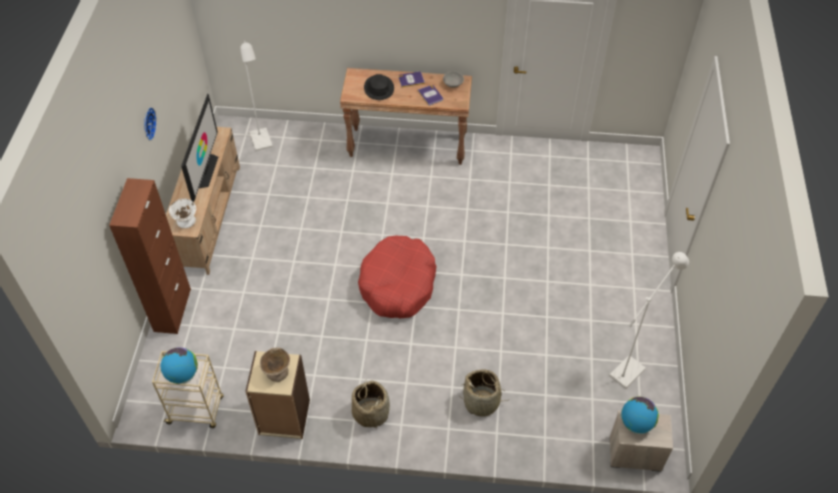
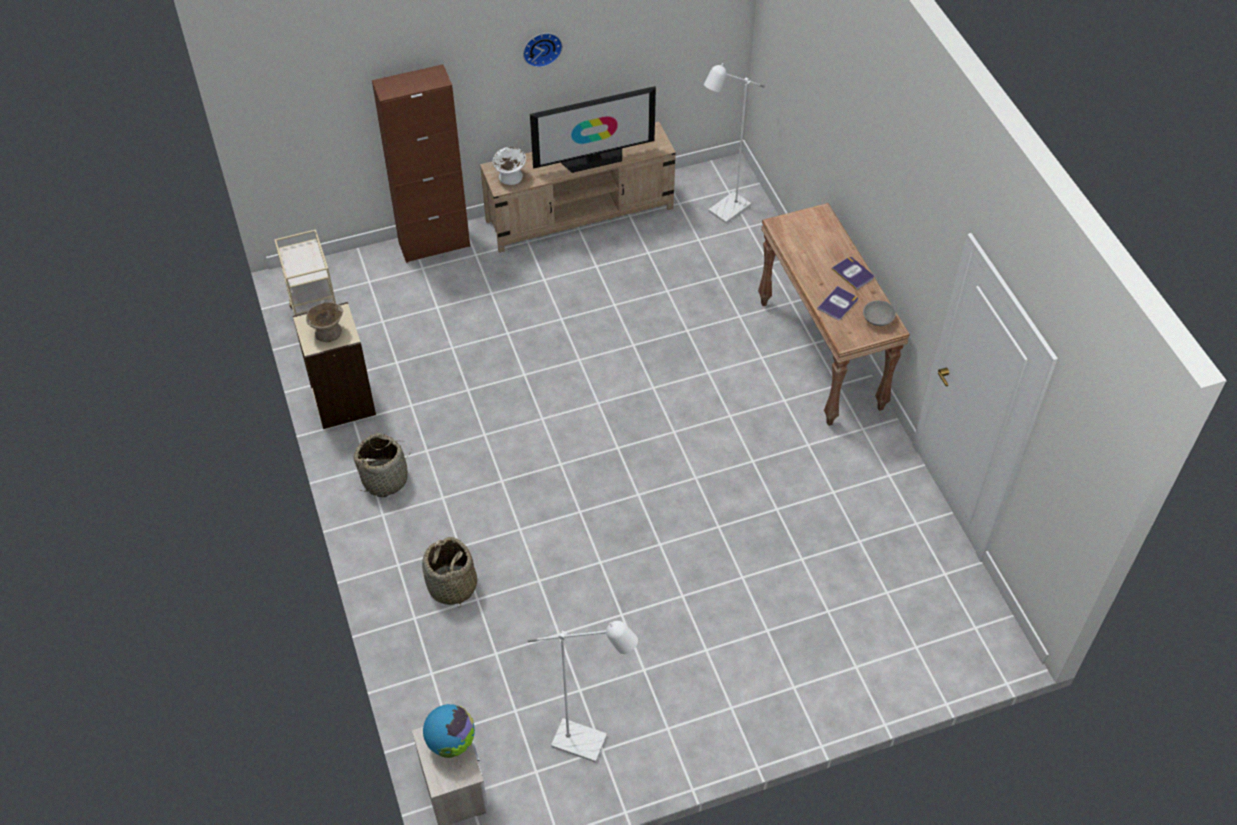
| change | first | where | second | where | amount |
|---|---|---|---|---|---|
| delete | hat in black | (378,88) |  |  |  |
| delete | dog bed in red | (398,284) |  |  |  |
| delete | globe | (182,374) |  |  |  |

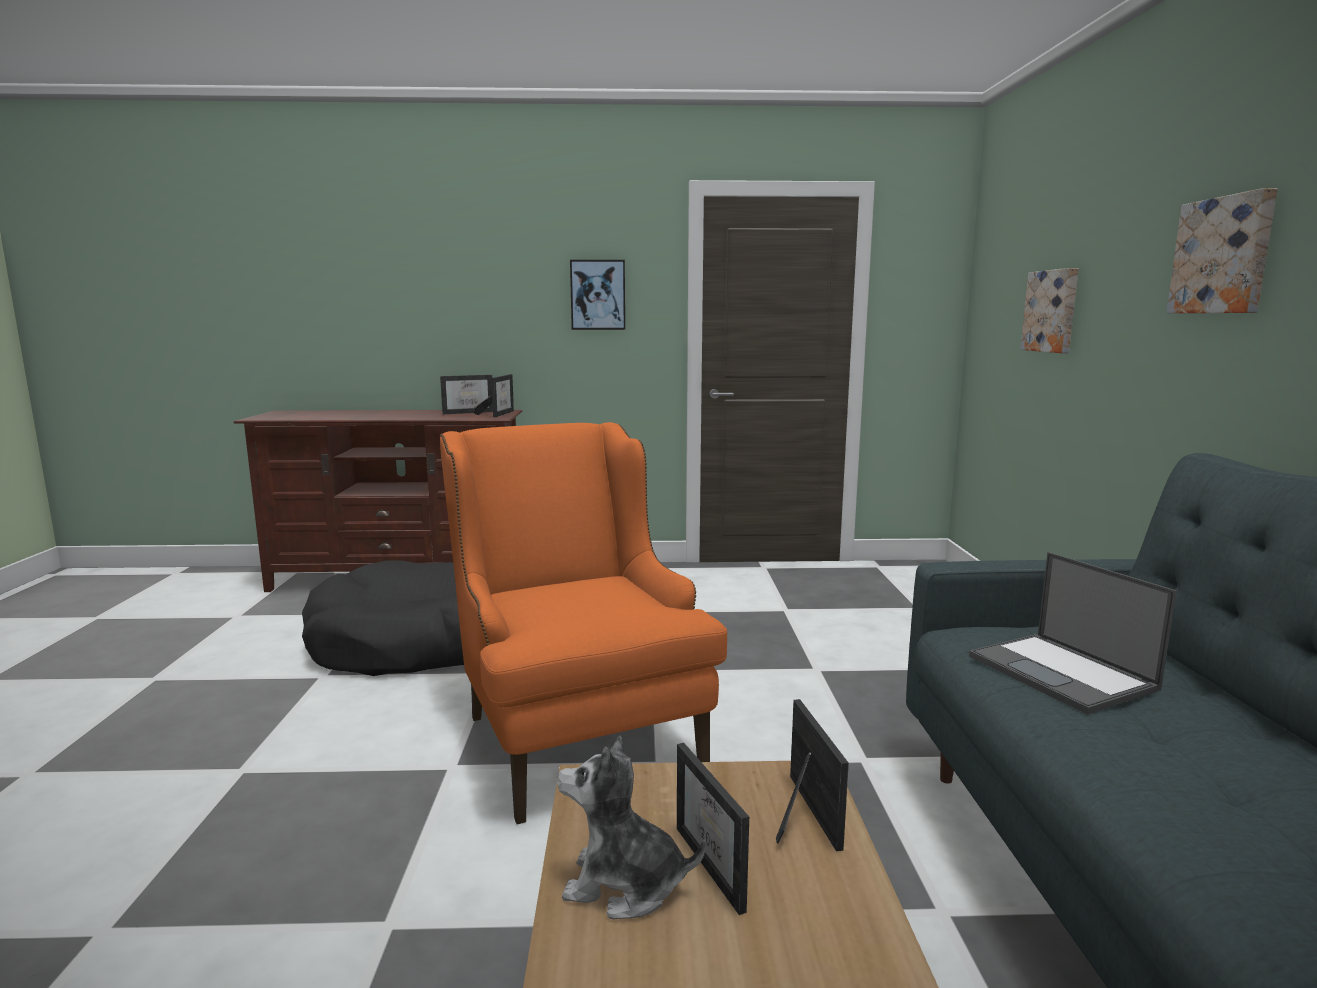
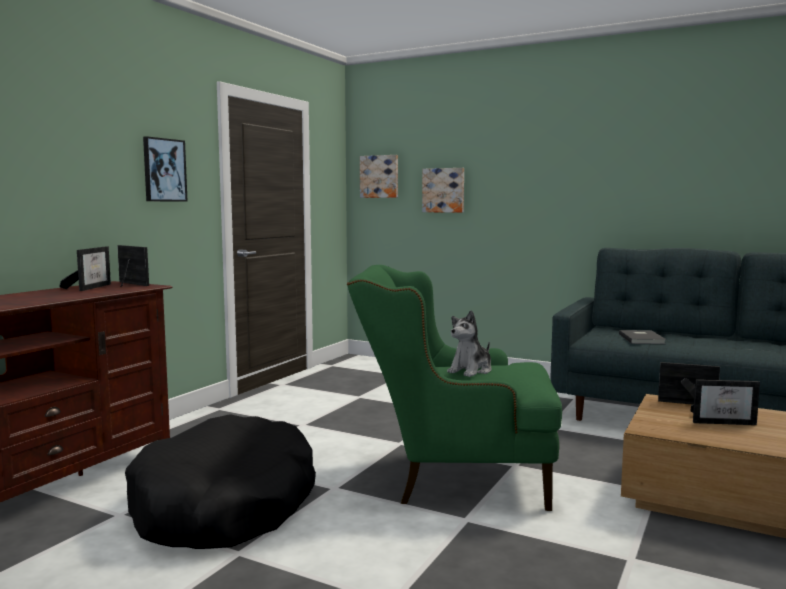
| change | first | where | second | where | amount |
|---|---|---|---|---|---|
| move | picture | (1224,255) |  | (380,176) |  |
| recolor | armchair in orange | (574,730) | armchair in green | (454,477) |  |
| replace | laptop | (1063,673) | book in grey | (642,339) |  |
| move | plush toy | (624,885) |  | (471,371) |  |

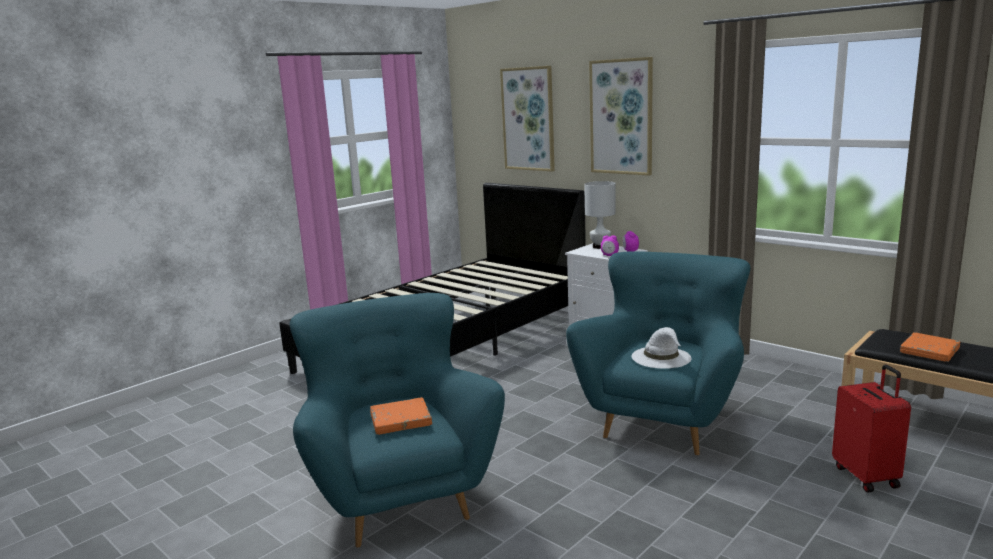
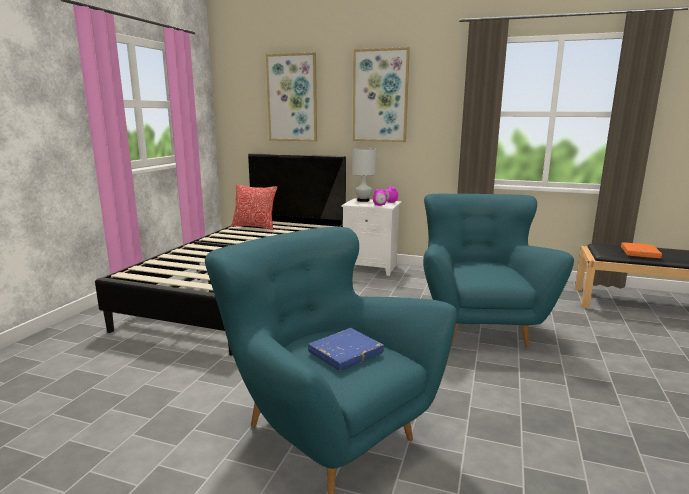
| change | first | where | second | where | amount |
|---|---|---|---|---|---|
| delete | hat in white | (662,357) |  |  |  |
| delete | suitcase in red | (867,476) |  |  |  |
| recolor | book in orange | (401,420) | book in blue | (345,353) |  |
| insert |  |  | pillow | (254,227) |  |

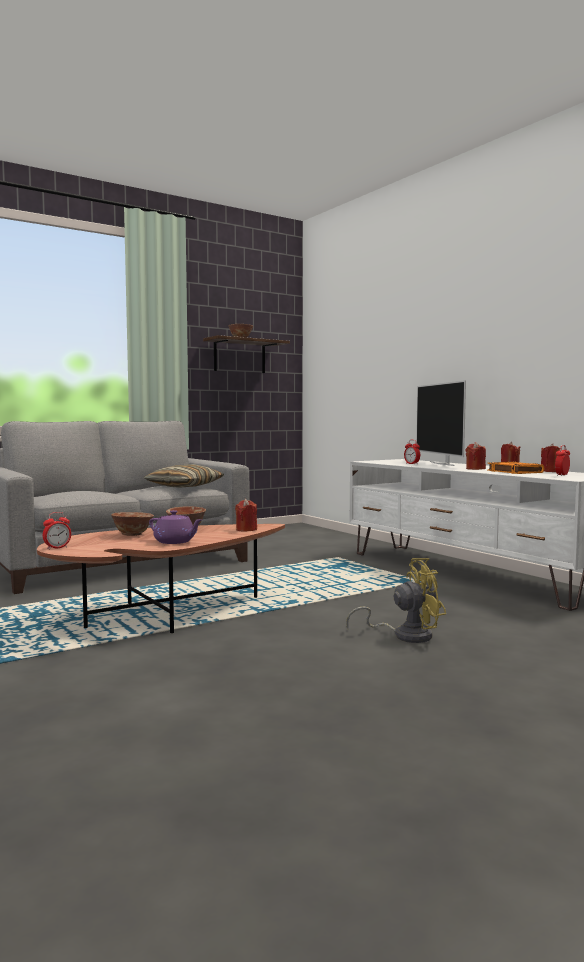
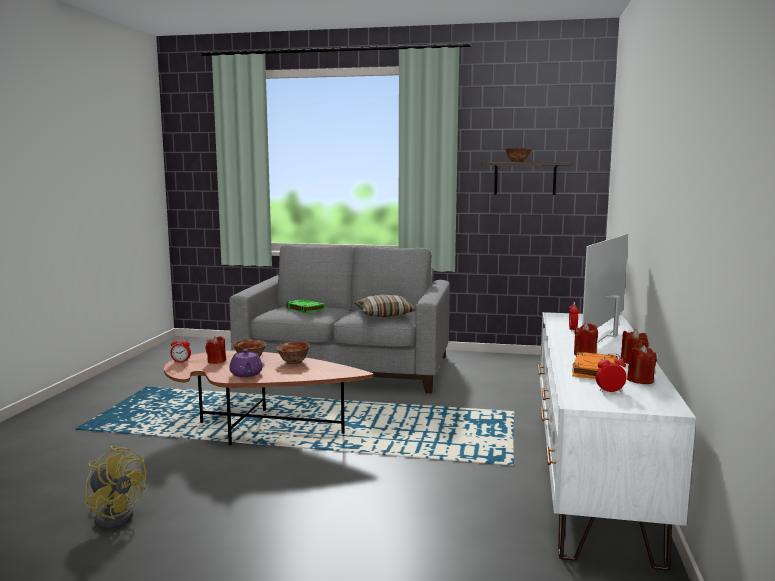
| change | first | where | second | where | amount |
|---|---|---|---|---|---|
| move | candle in red | (246,529) |  | (216,361) |  |
| move | fan in yellow | (405,635) |  | (116,515) |  |
| insert |  |  | book in green | (304,309) |  |

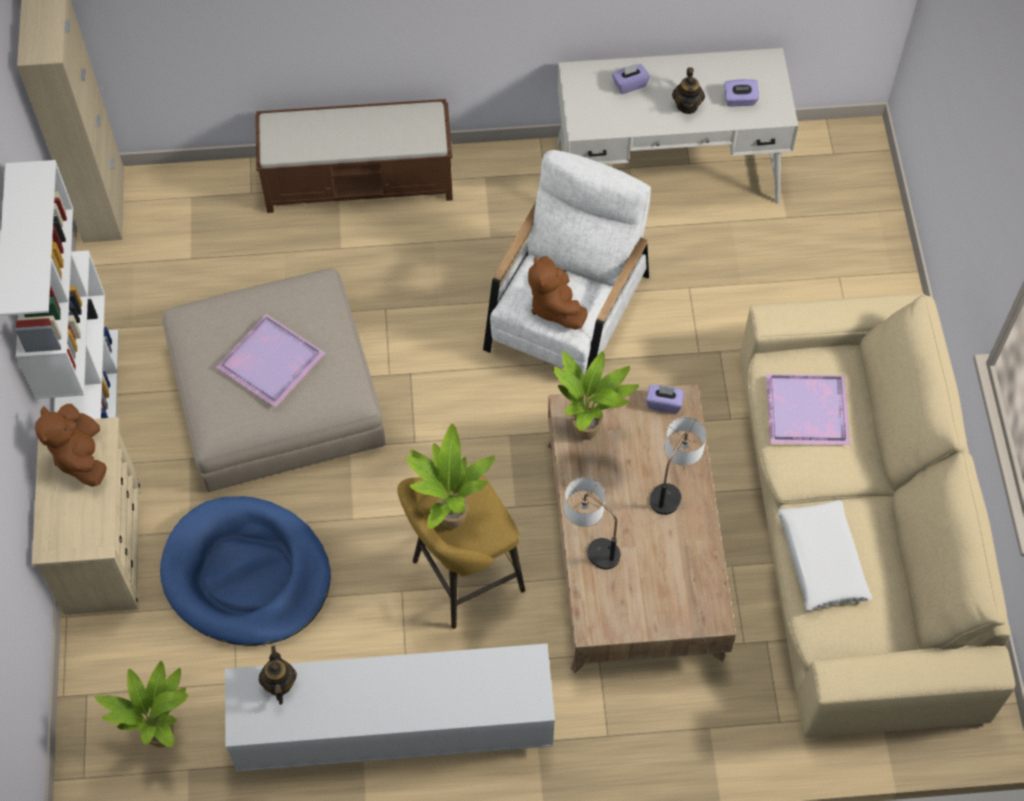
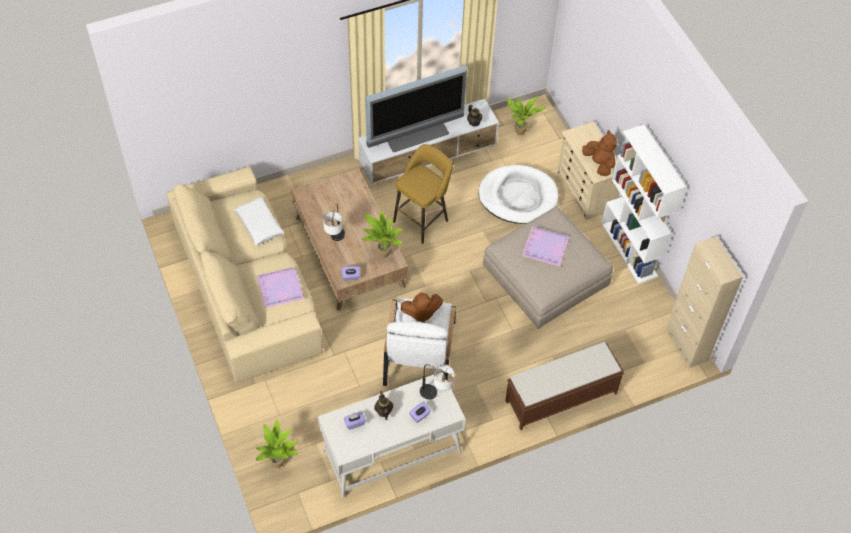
| change | first | where | second | where | amount |
|---|---|---|---|---|---|
| rotate | plush toy in brown | (554,306) |  | (421,313) | 120 degrees clockwise |
| move | potted plant | (449,518) |  | (279,463) |  |
| move | table lamp | (591,543) |  | (436,395) |  |
| recolor | dog bed in blue | (247,574) | dog bed in white | (518,197) |  |
| insert |  |  | television | (416,133) |  |

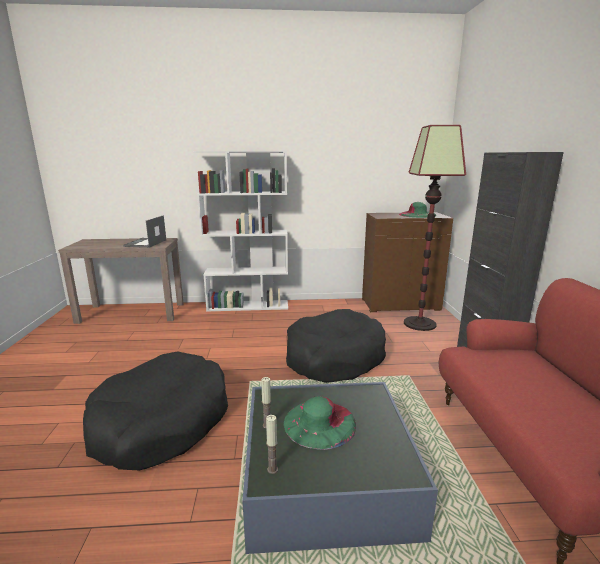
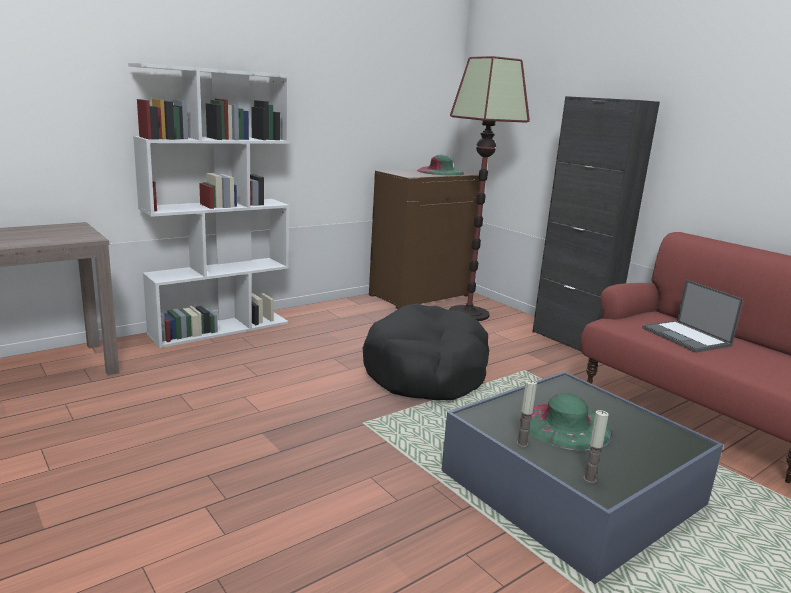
| change | first | where | second | where | amount |
|---|---|---|---|---|---|
| move | laptop | (145,243) |  | (687,337) |  |
| delete | dog bed in black | (161,422) |  |  |  |

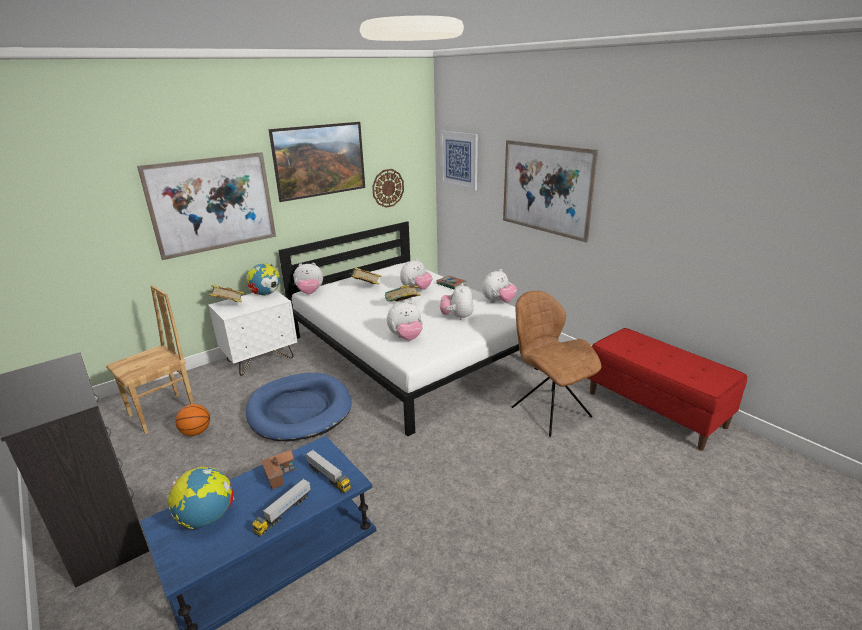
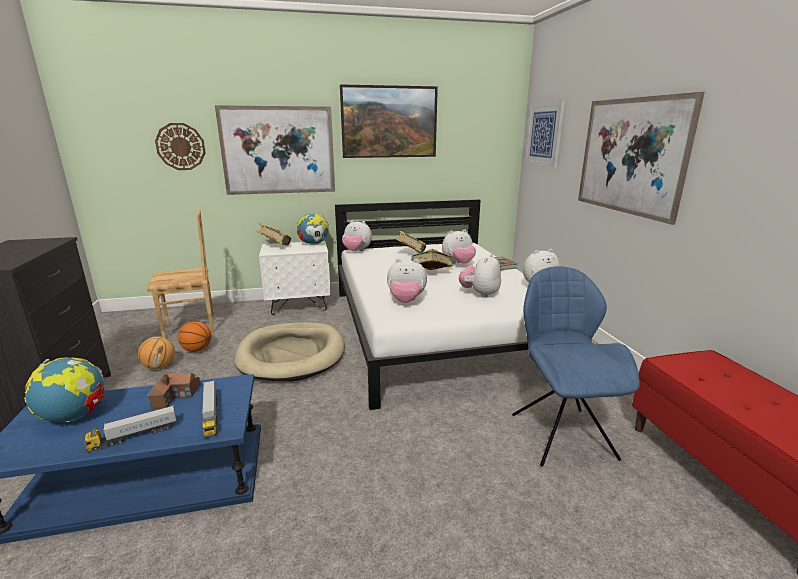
| change | first | where | second | where | amount |
|---|---|---|---|---|---|
| move | wall clock | (388,188) |  | (180,146) |  |
| recolor | chair in brown | (549,410) | chair in blue | (560,433) |  |
| recolor | dog bed in blue | (299,410) | dog bed in beige | (292,355) |  |
| insert |  |  | basketball | (160,366) |  |

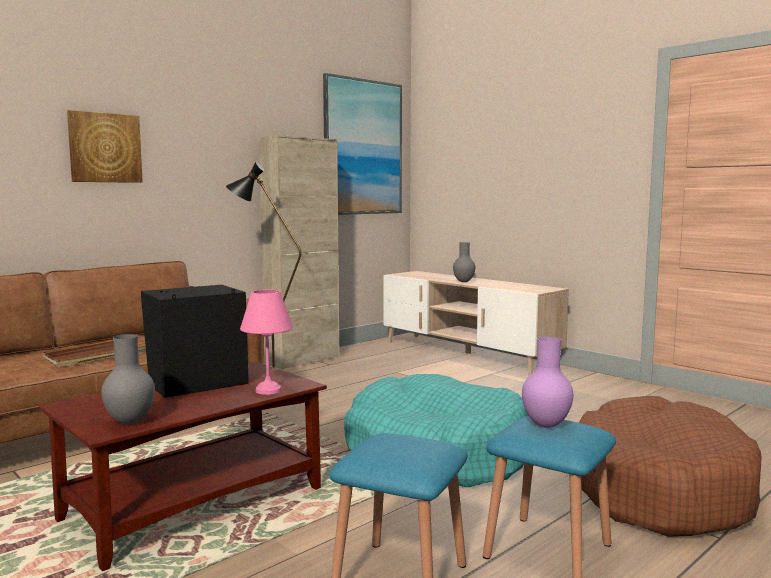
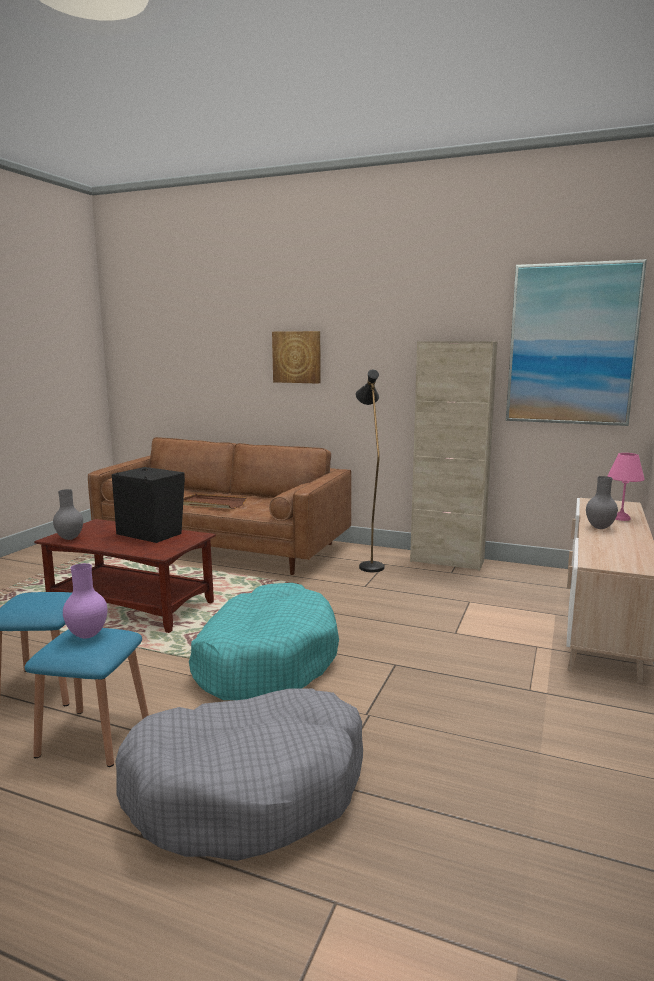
| change | first | where | second | where | amount |
|---|---|---|---|---|---|
| move | table lamp in pink | (268,391) |  | (620,518) |  |
| recolor | dog bed in brown | (657,488) | dog bed in grey | (248,789) |  |

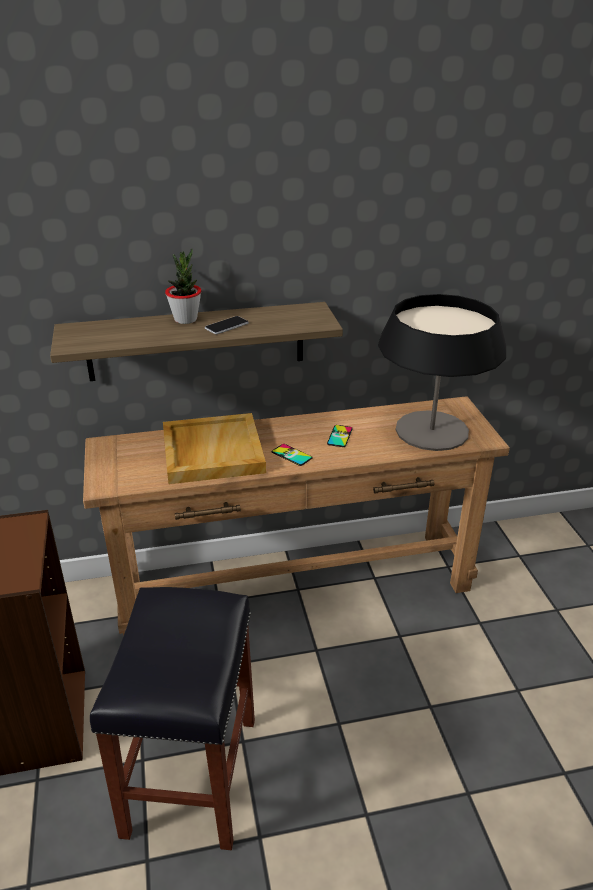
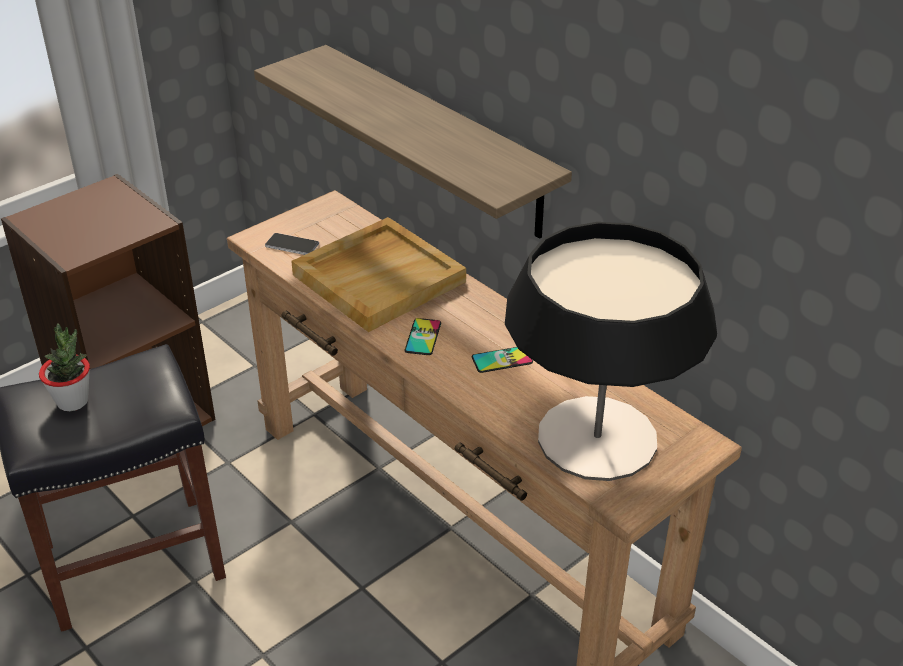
| change | first | where | second | where | amount |
|---|---|---|---|---|---|
| move | potted plant | (186,319) |  | (73,401) |  |
| move | phone | (226,326) |  | (292,245) |  |

